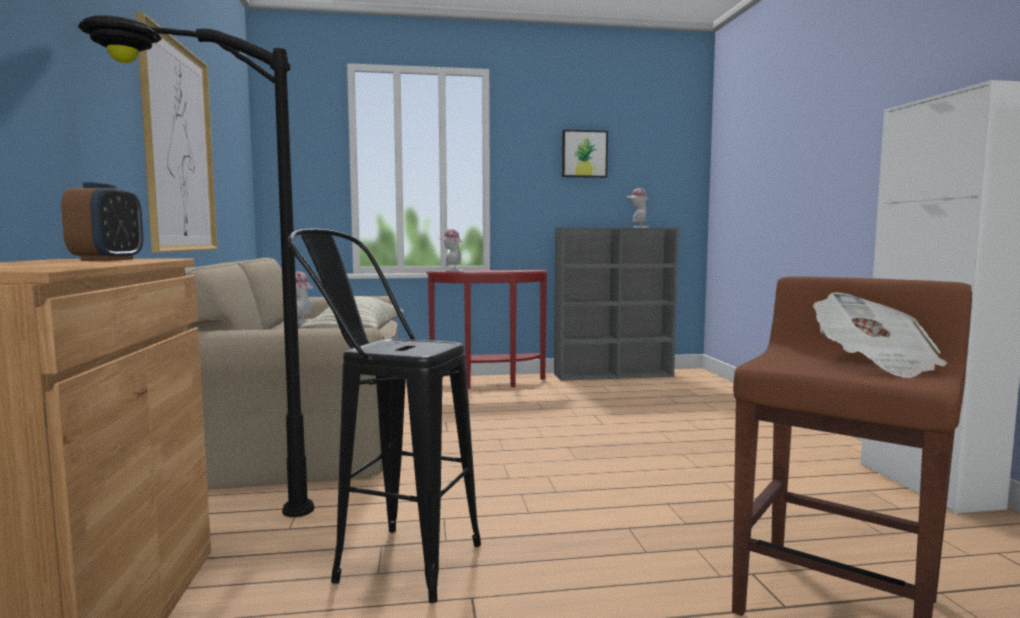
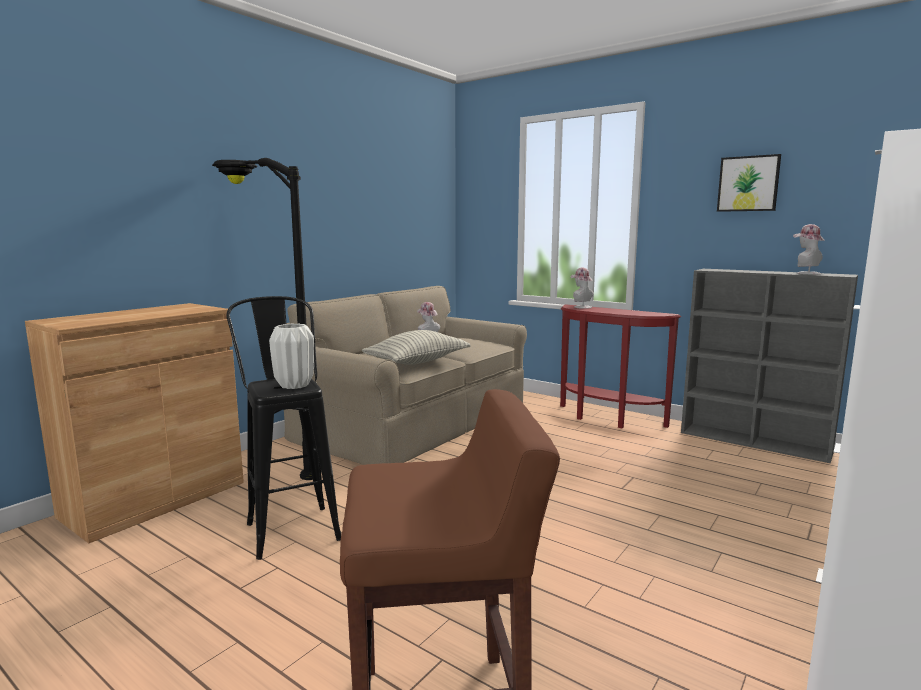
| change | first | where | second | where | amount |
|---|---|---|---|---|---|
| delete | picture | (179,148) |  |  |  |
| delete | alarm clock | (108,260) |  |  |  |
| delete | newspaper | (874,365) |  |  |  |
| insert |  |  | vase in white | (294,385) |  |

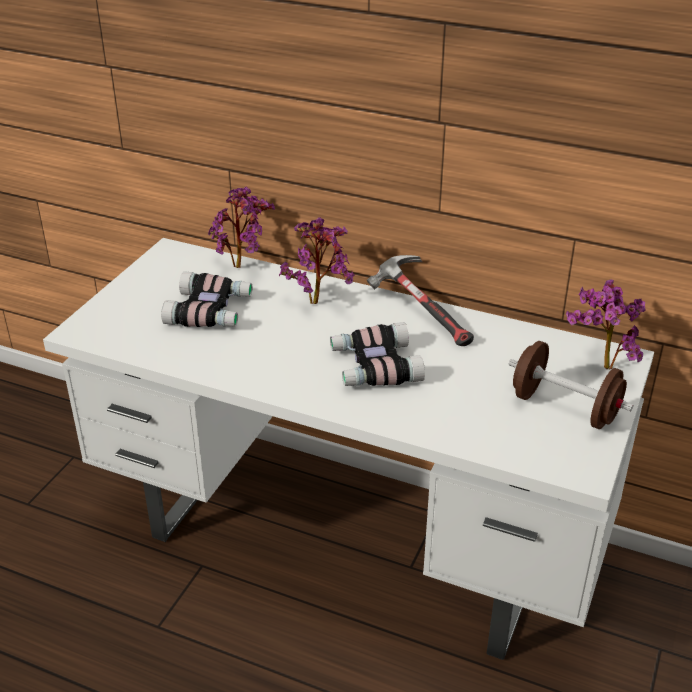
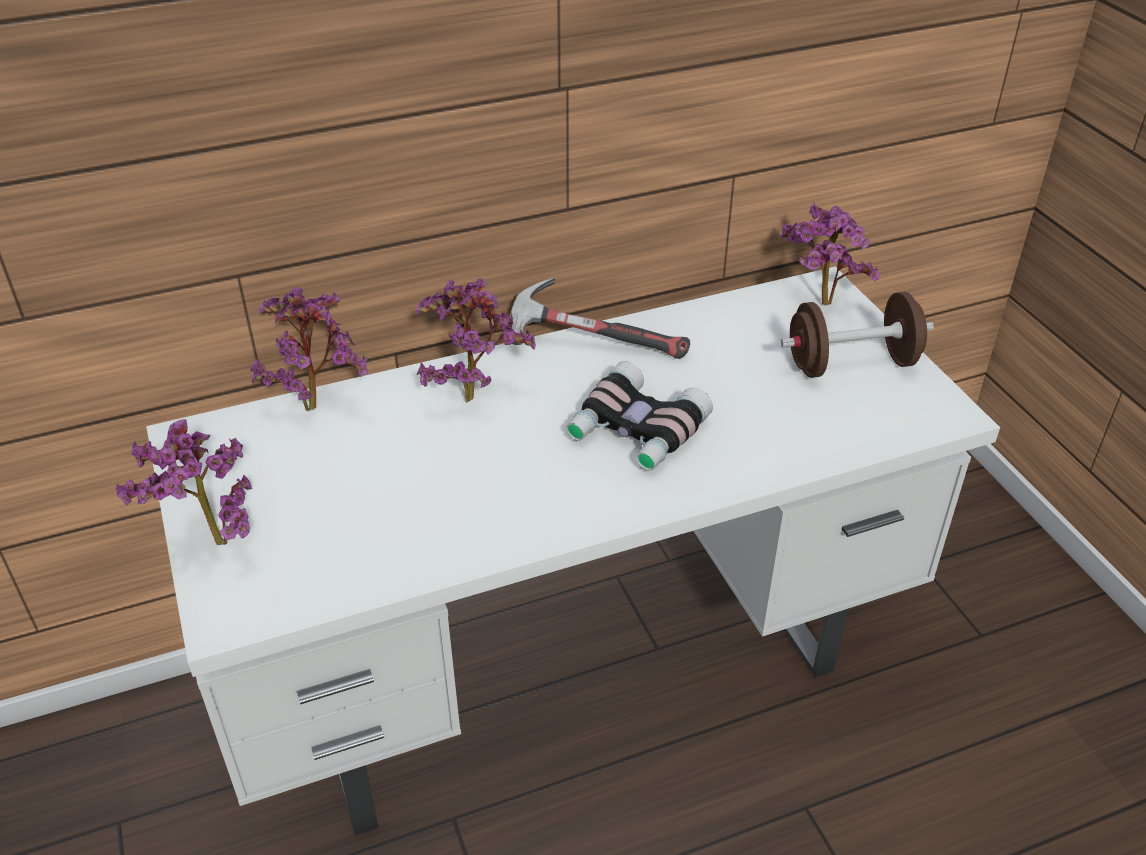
| change | first | where | second | where | amount |
|---|---|---|---|---|---|
| delete | binoculars | (211,310) |  |  |  |
| insert |  |  | potted plant | (210,543) |  |

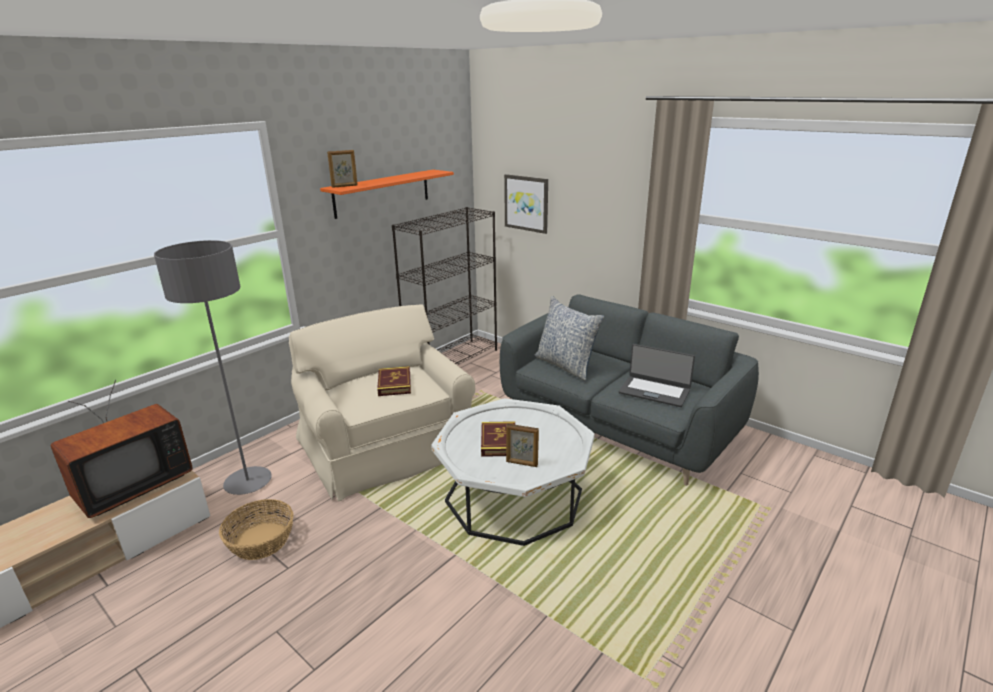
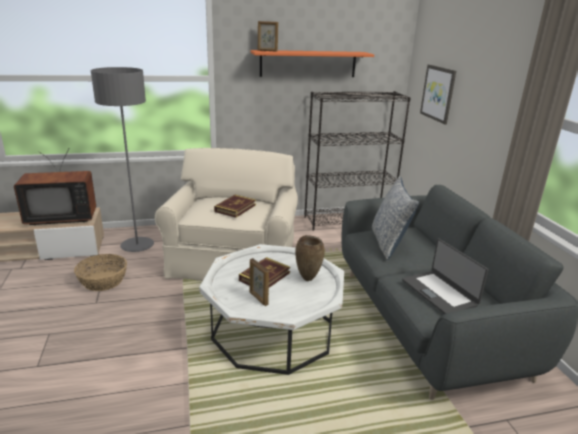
| change | first | where | second | where | amount |
|---|---|---|---|---|---|
| insert |  |  | vase in brown | (308,279) |  |

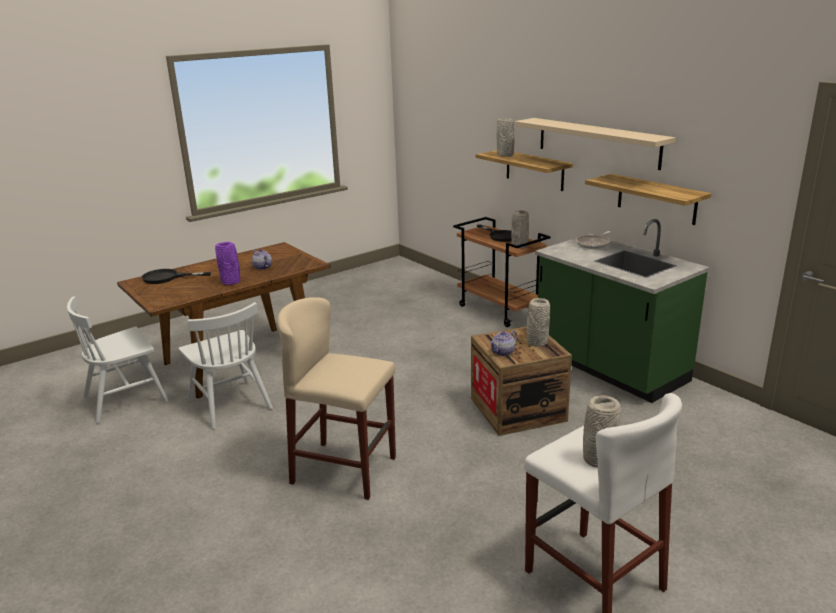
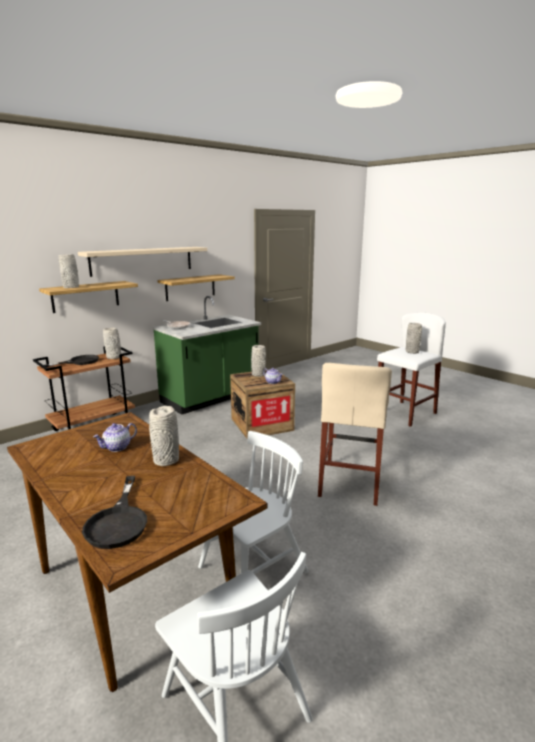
| change | first | where | second | where | amount |
|---|---|---|---|---|---|
| recolor | vase in purple | (231,282) | vase in grey | (166,460) |  |

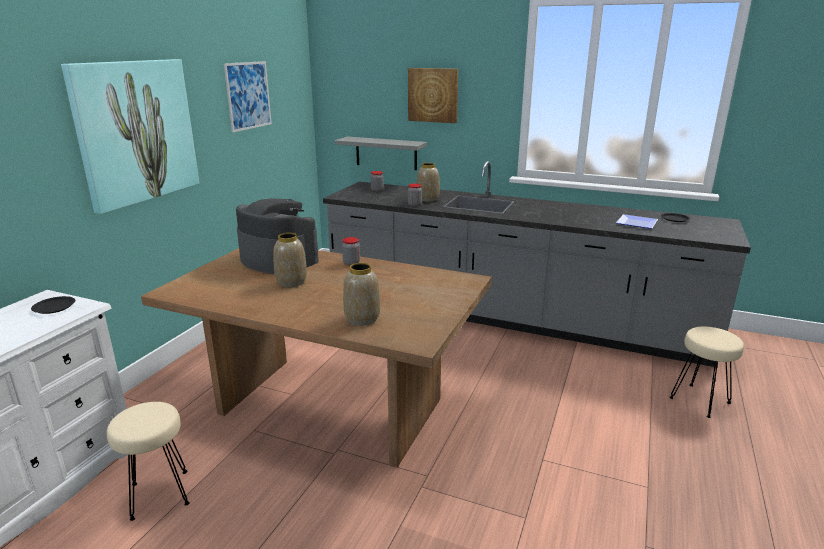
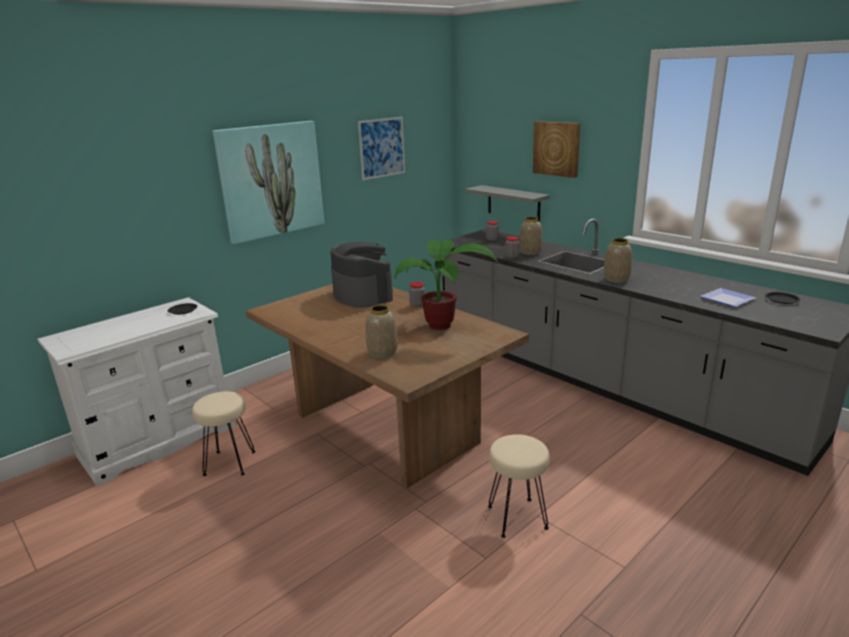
| change | first | where | second | where | amount |
|---|---|---|---|---|---|
| move | vase | (291,282) |  | (616,279) |  |
| move | stool in beige | (700,401) |  | (517,518) |  |
| insert |  |  | potted plant | (444,325) |  |

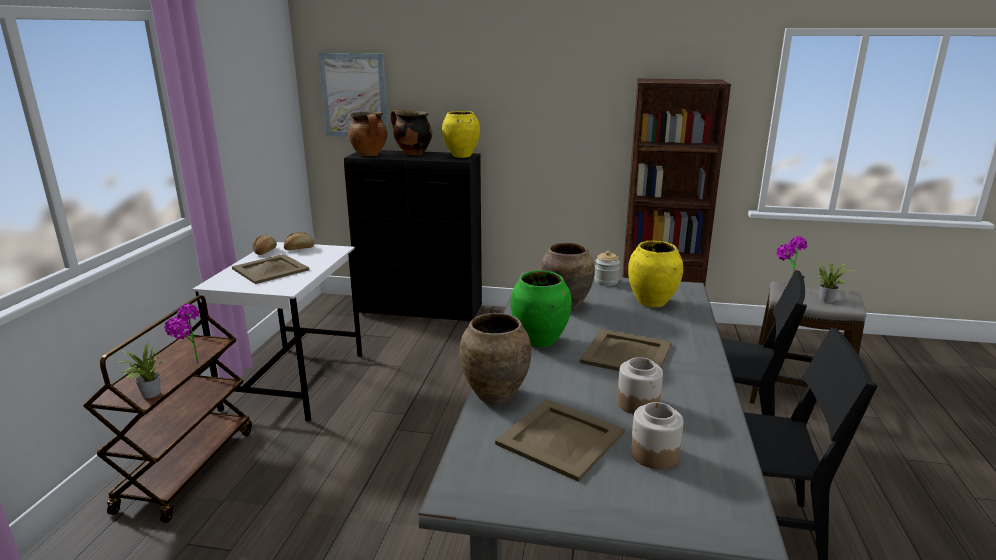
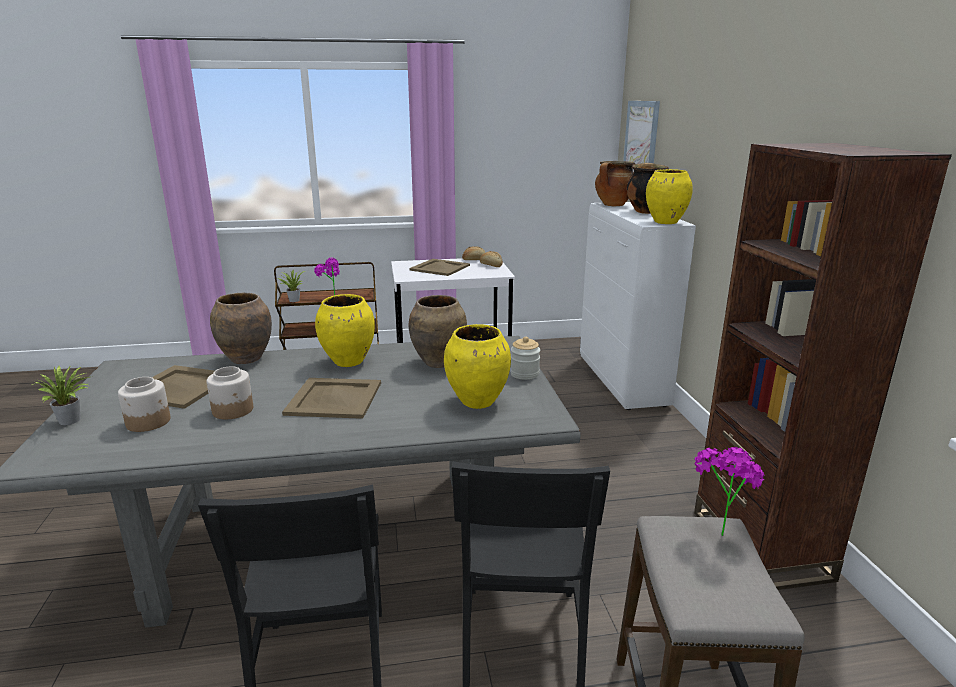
| change | first | where | second | where | amount |
|---|---|---|---|---|---|
| recolor | cabinet in black | (421,310) | cabinet in white | (622,381) |  |
| move | potted plant | (826,299) |  | (72,420) |  |
| recolor | vase in green | (540,341) | vase in yellow | (349,362) |  |

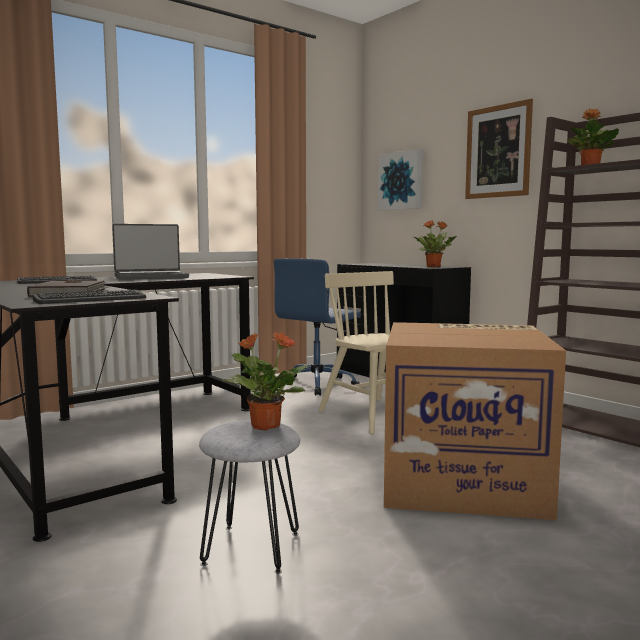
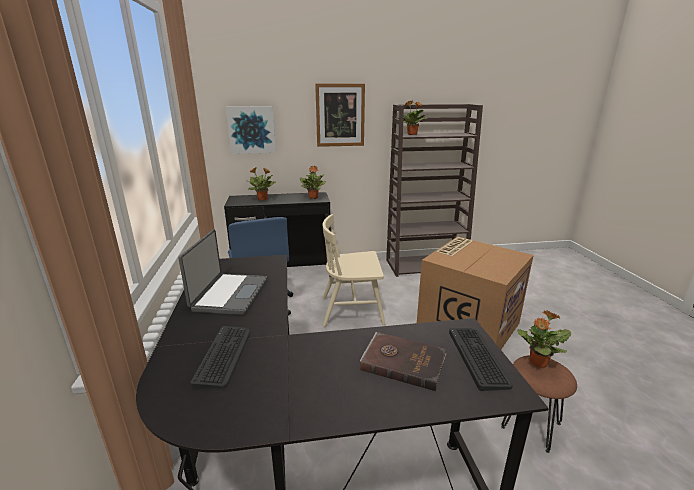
| change | first | where | second | where | amount |
|---|---|---|---|---|---|
| recolor | stool in grey | (251,548) | stool in brown | (531,425) |  |
| insert |  |  | potted plant | (263,199) |  |

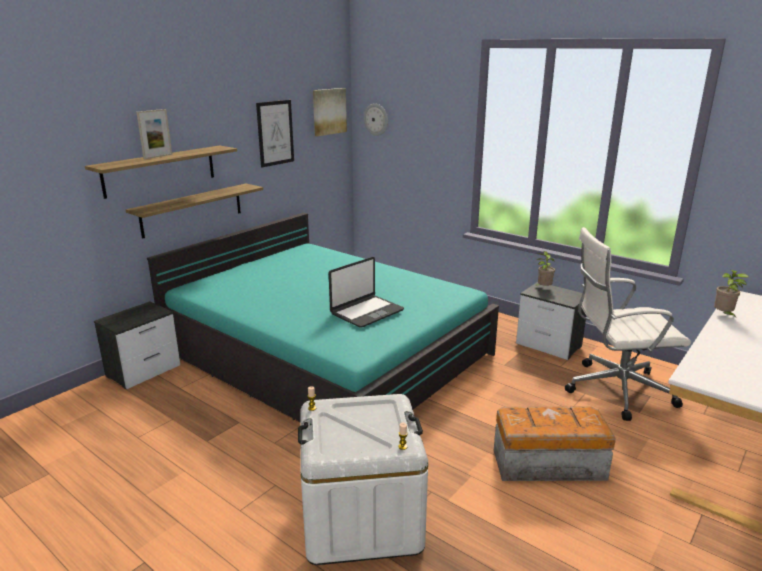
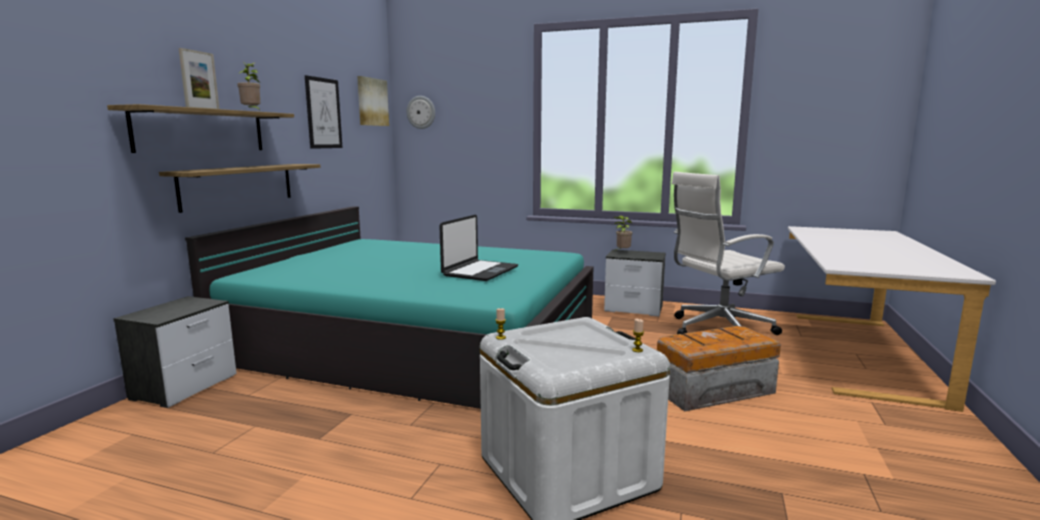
| change | first | where | second | where | amount |
|---|---|---|---|---|---|
| move | potted plant | (723,315) |  | (252,111) |  |

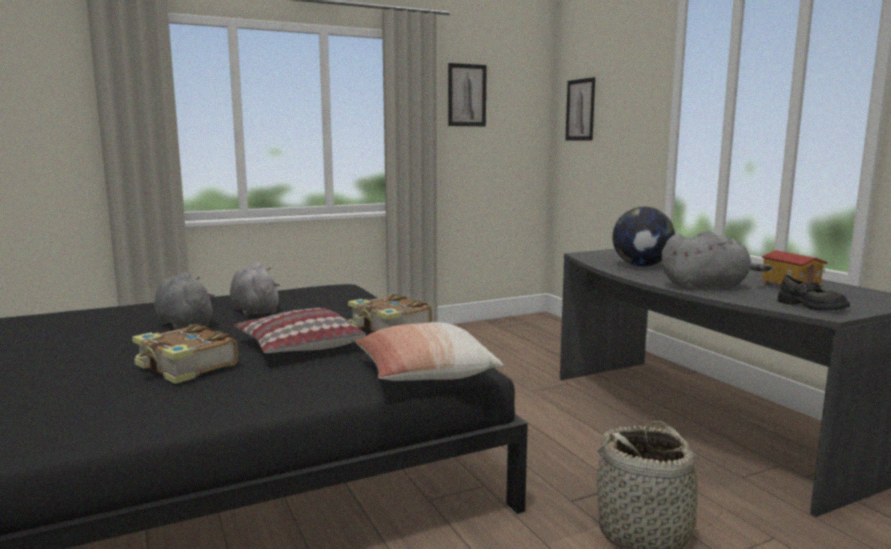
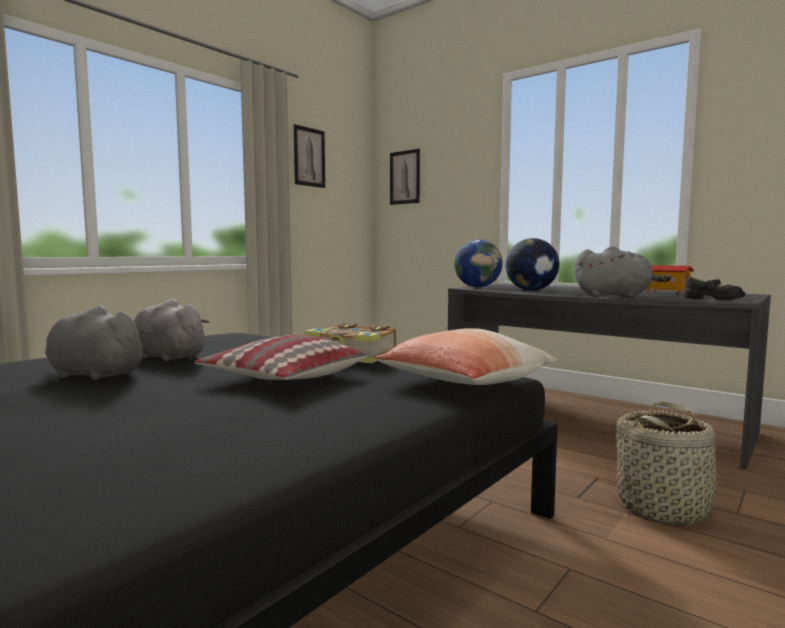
| change | first | where | second | where | amount |
|---|---|---|---|---|---|
| rotate | plush toy in grey | (707,287) |  | (616,295) | 45 degrees clockwise |
| delete | book | (186,367) |  |  |  |
| insert |  |  | globe | (477,287) |  |

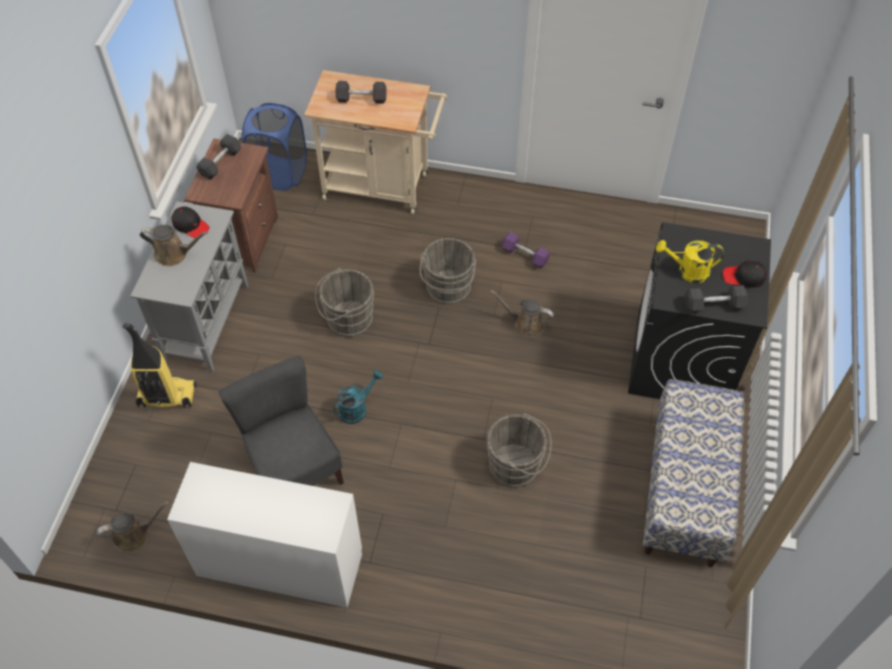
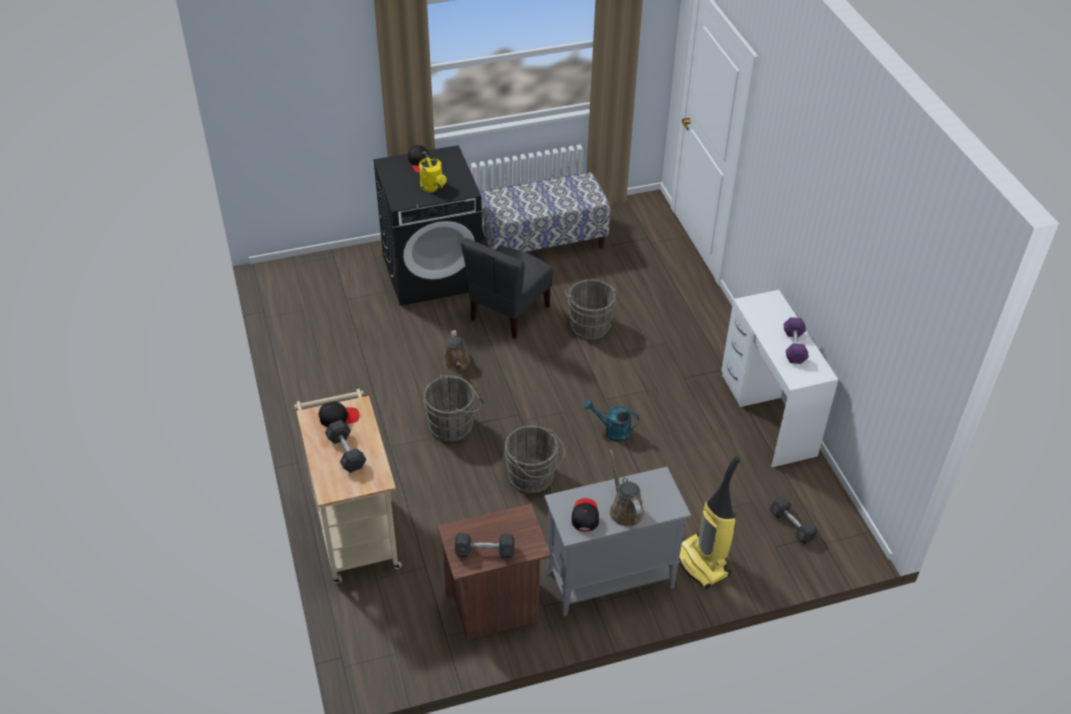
| change | first | where | second | where | amount |
|---|---|---|---|---|---|
| delete | laundry basket in blue | (280,174) |  |  |  |
| move | dumbbell in purple | (525,255) |  | (794,347) |  |
| move | dumbbell in grey | (713,305) |  | (791,525) |  |
| move | chair in grey | (293,470) |  | (508,313) |  |
| delete | watering can in brown | (134,535) |  |  |  |
| insert |  |  | cap in black | (338,417) |  |

